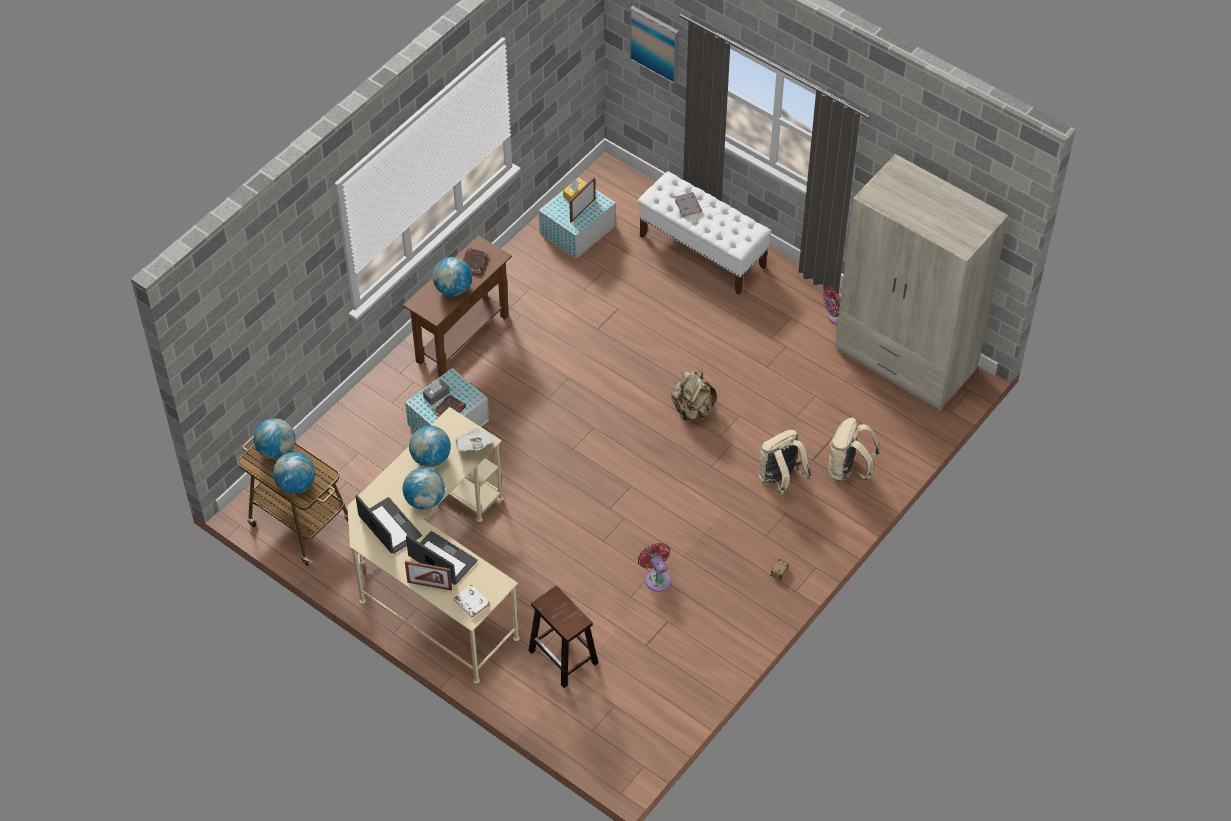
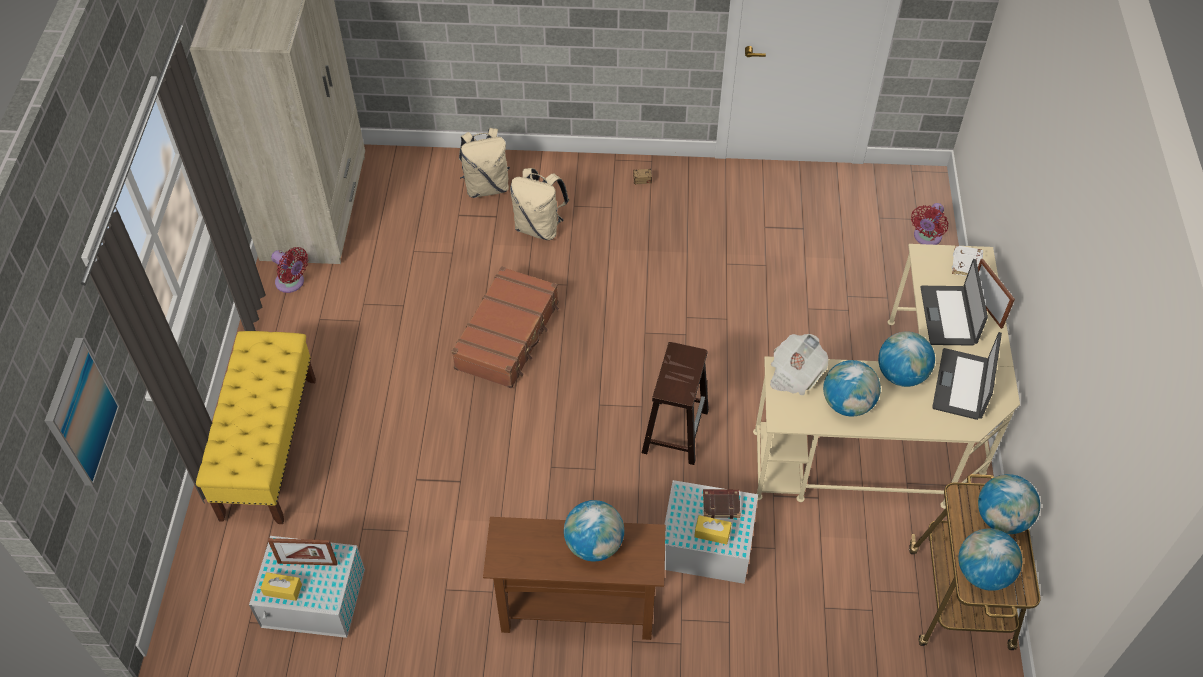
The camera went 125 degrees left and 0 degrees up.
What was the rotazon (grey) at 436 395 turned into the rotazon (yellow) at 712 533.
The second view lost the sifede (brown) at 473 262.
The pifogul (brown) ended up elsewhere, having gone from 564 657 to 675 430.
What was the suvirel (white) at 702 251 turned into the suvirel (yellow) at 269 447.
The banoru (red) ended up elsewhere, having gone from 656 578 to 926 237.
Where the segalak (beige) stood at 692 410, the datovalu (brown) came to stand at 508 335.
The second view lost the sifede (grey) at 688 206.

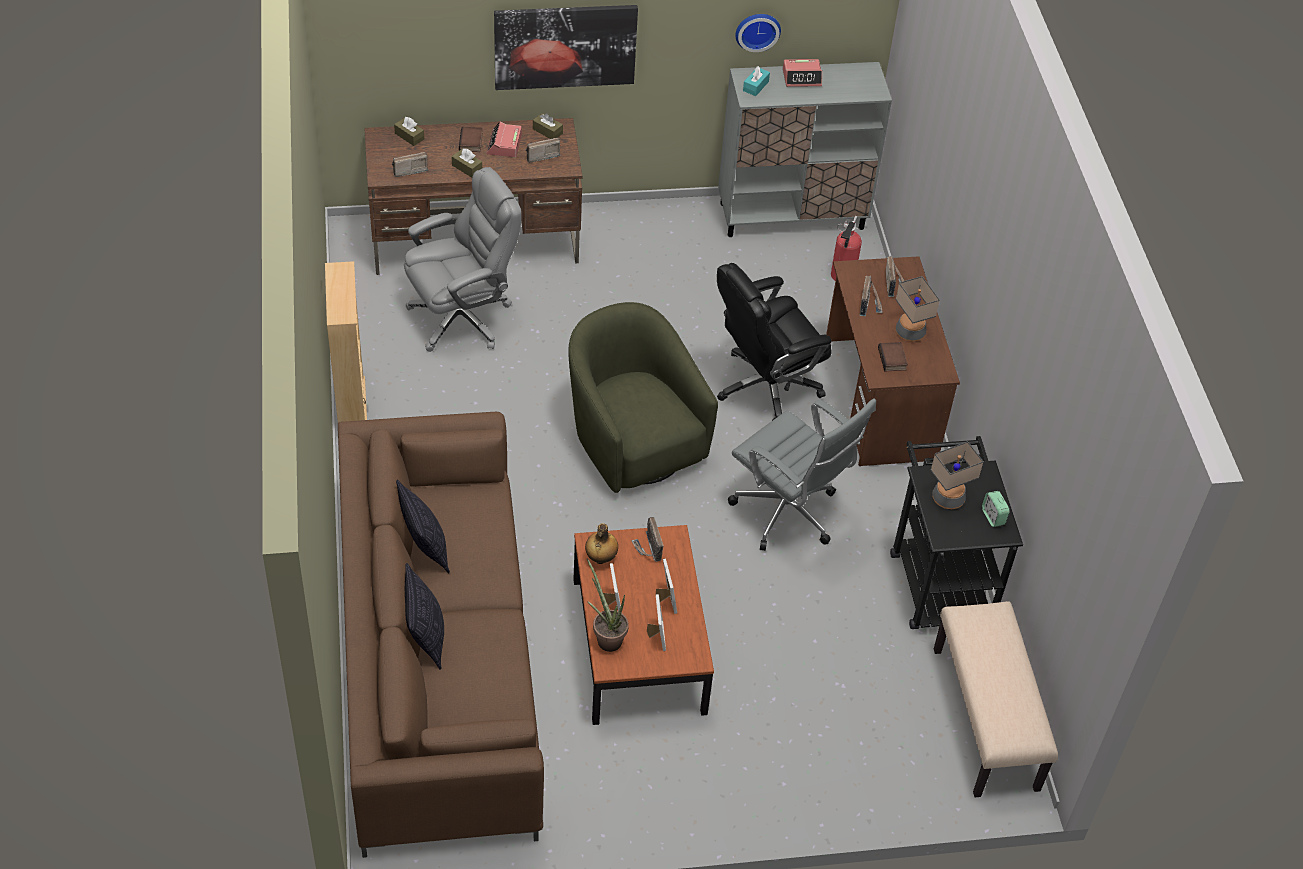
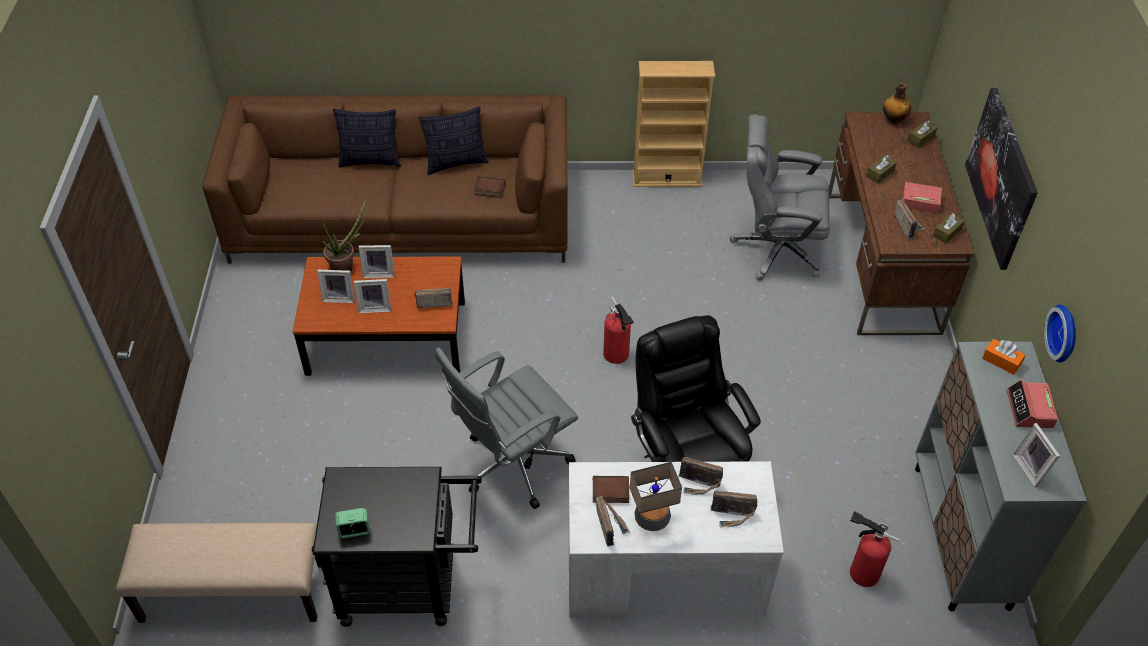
The camera went 100 degrees right and 0 degrees up.
The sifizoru ended up elsewhere, having gone from 408 170 to 610 525.
The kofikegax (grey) at 462 317 ended up facing another way, 120 degrees clockwise from before.
The sifede ended up elsewhere, having gone from 471 142 to 489 190.
Where the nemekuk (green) stood at 633 441, the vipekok came to stand at 617 356.
The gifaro ended up elsewhere, having gone from 600 558 to 893 119.
What was the rotazon (turquoise) at 755 86 turned into the rotazon (orange) at 1001 361.
What was the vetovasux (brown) at 879 399 turned into the vetovasux (white) at 664 576.
The second view lost the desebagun at 948 498.
The second view gained the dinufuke at 1031 468.

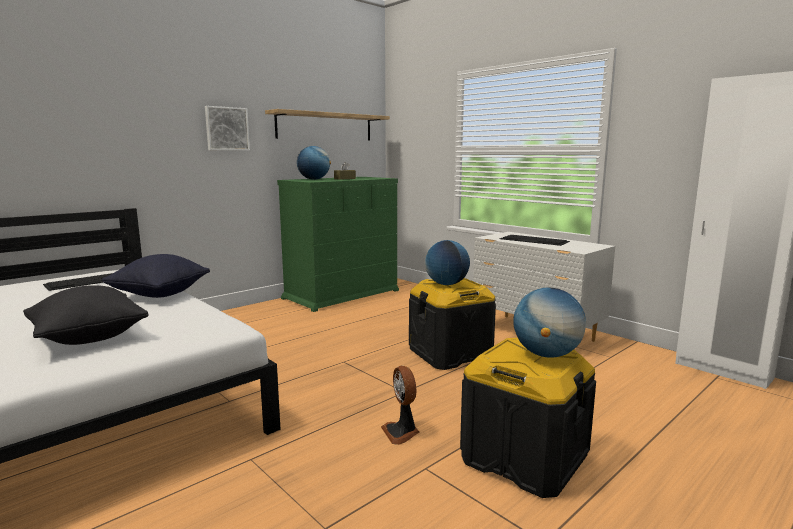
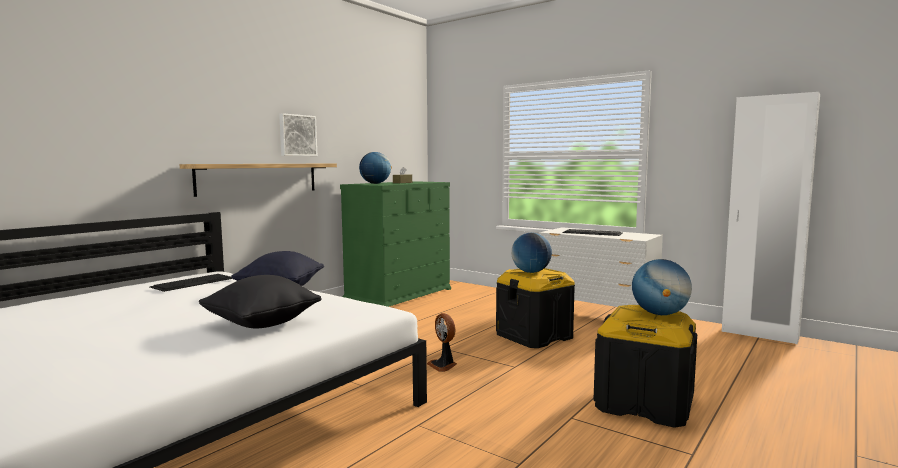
The camera went 10 degrees left and 5 degrees down.
The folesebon ended up elsewhere, having gone from 325 126 to 259 178.
The banoru ended up elsewhere, having gone from 401 432 to 443 365.

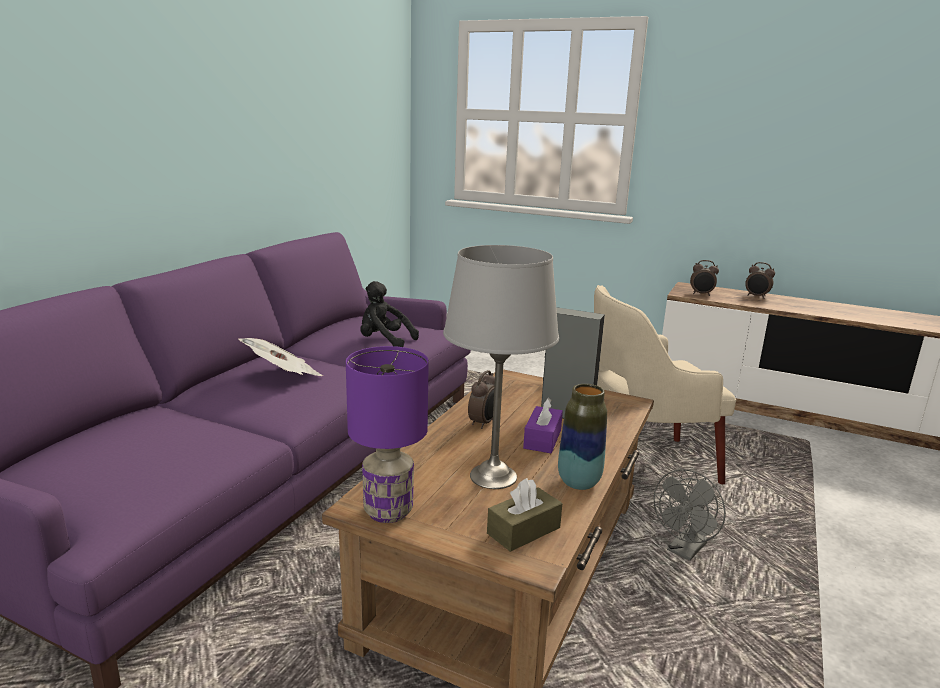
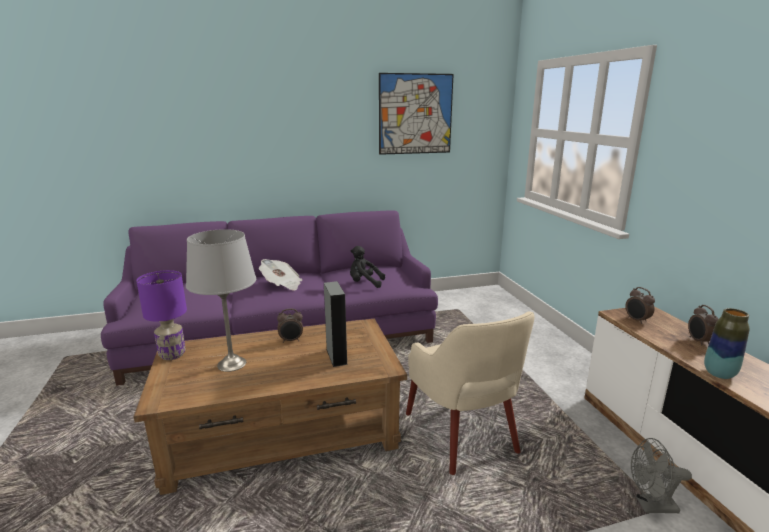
The camera went 50 degrees right and 0 degrees up.
The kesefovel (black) at 384 341 ended up facing another way, 60 degrees counterclockwise from before.
The second view lost the rotazon (brown) at 523 530.
The second view lost the rotazon (purple) at 542 439.
The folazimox ended up elsewhere, having gone from 578 482 to 719 374.
The nemekuk (beige) at 643 465 ended up facing another way, 150 degrees counterclockwise from before.
The banoru (grey) ended up elsewhere, having gone from 684 551 to 651 506.
The second view gained the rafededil at 415 114.

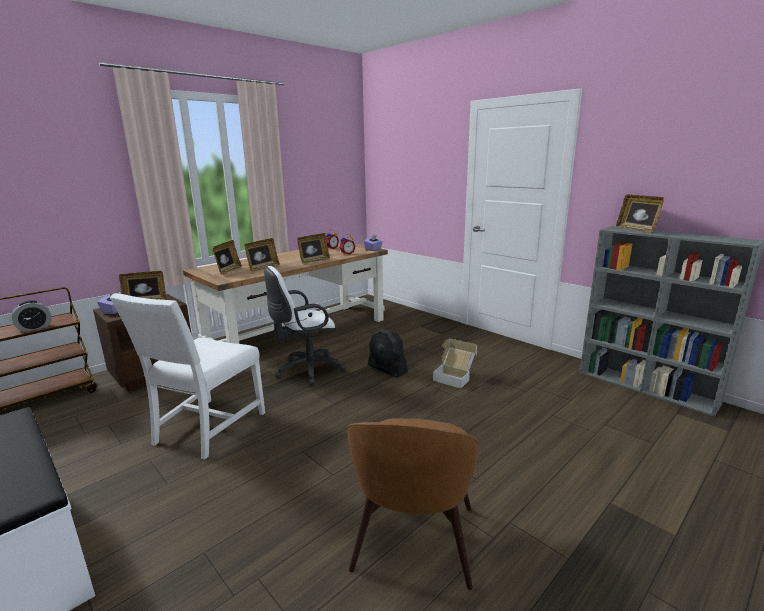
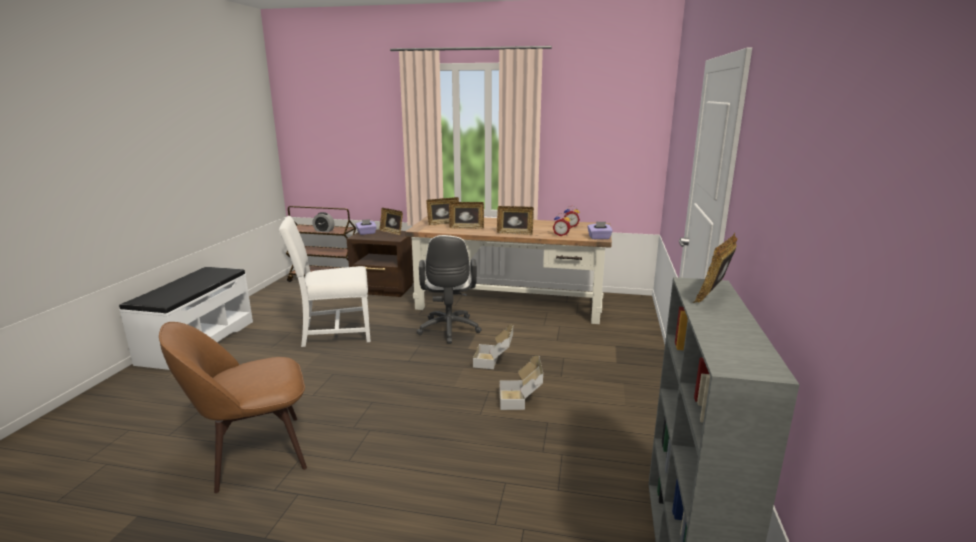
The camera went 55 degrees right and 0 degrees up.
The kofikegax (white) at 306 370 ended up facing another way, 120 degrees counterclockwise from before.
Where the banoru (black) stood at 387 369, the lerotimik came to stand at 494 361.

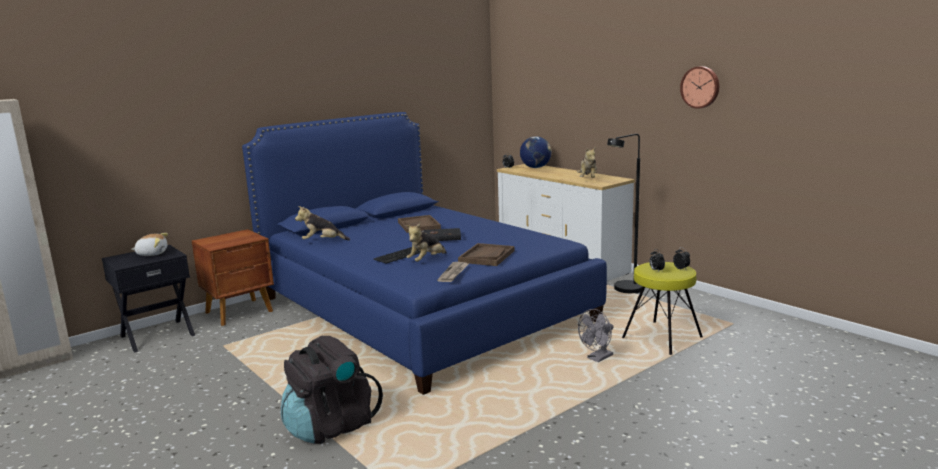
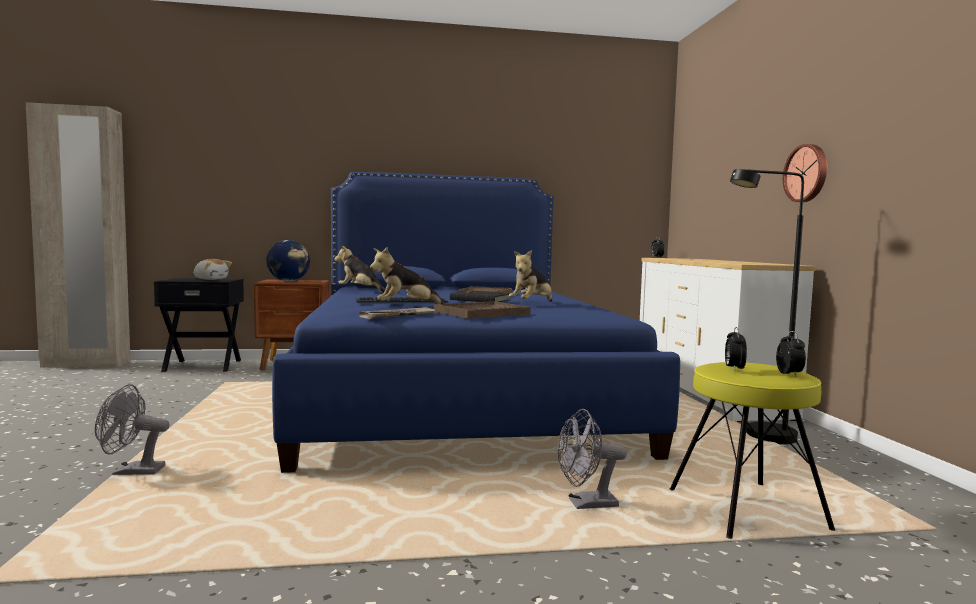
The camera went 30 degrees right and 10 degrees down.
Where the segalak (black) stood at 330 426, the banoru (grey) came to stand at 131 472.
The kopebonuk ended up elsewhere, having gone from 535 167 to 288 281.
The kesefovel ended up elsewhere, having gone from 588 179 to 532 304.
The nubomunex ended up elsewhere, having gone from 700 87 to 807 173.

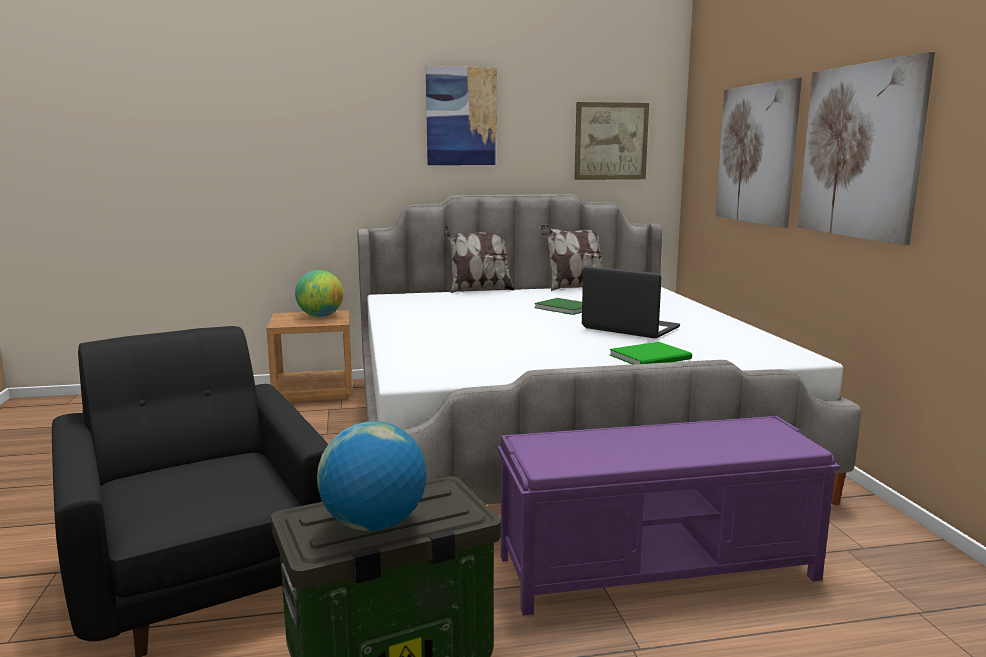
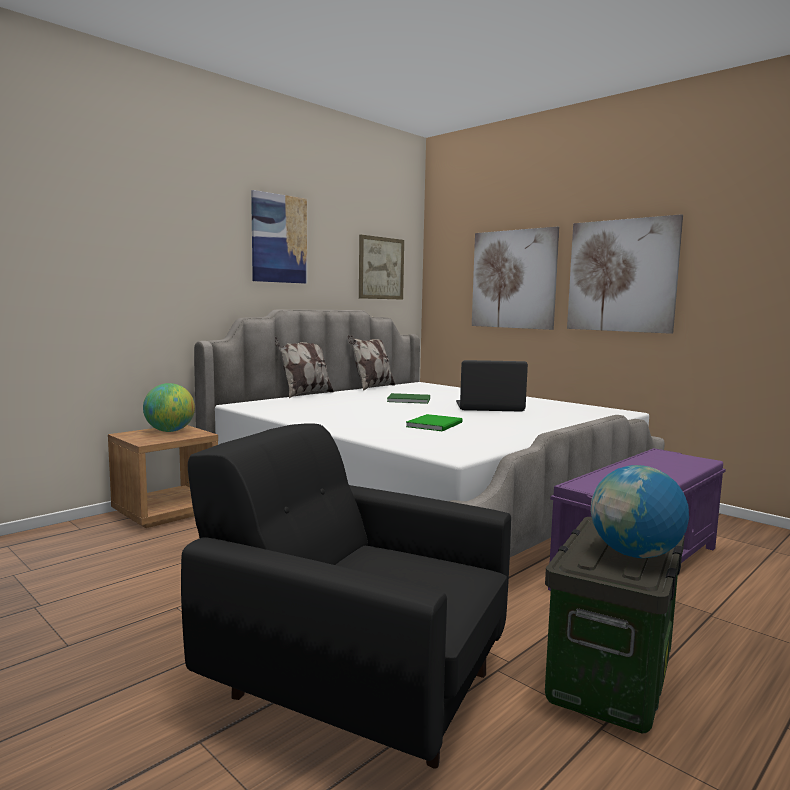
The camera went 35 degrees left and 5 degrees down.
The sifede (green) ended up elsewhere, having gone from 653 357 to 436 424.

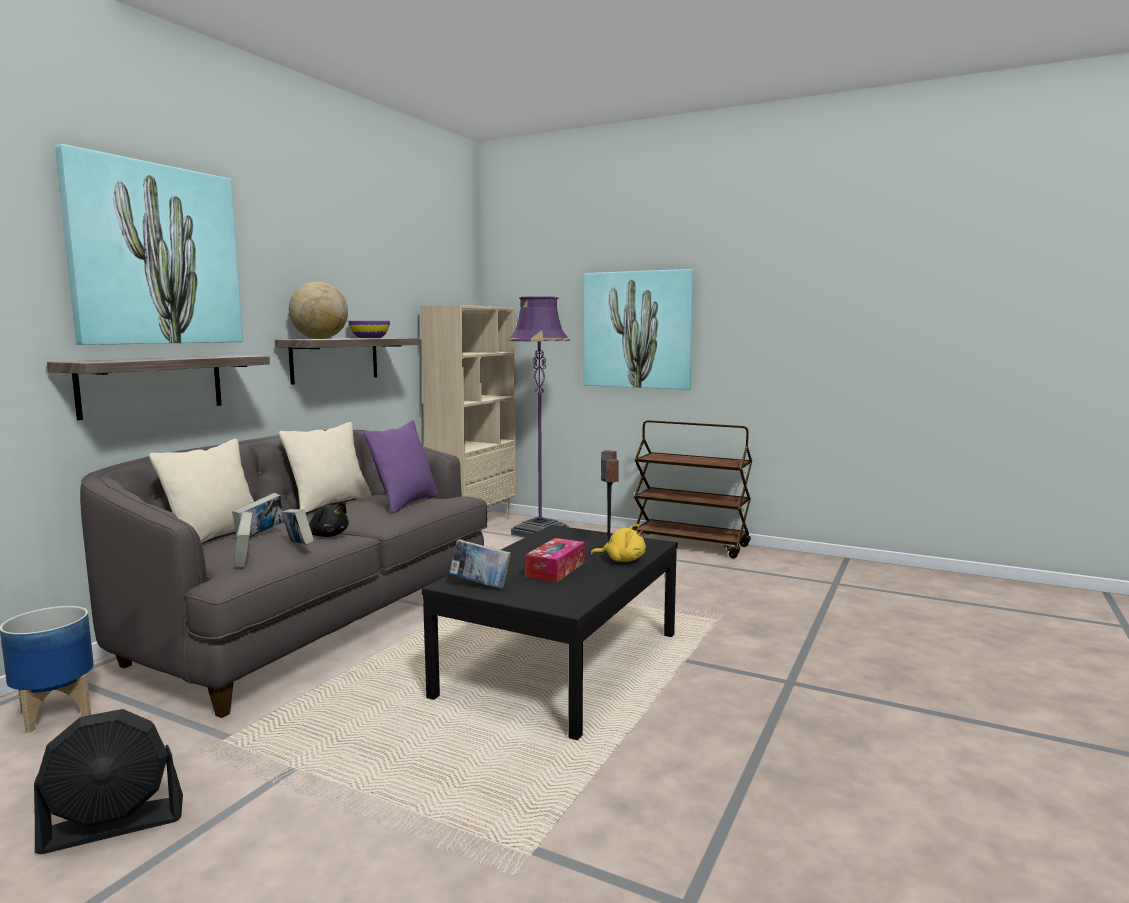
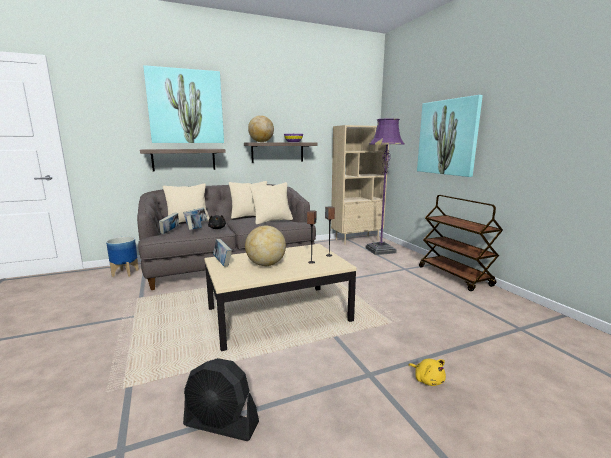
The camera went 40 degrees right and 5 degrees up.
The banoru (black) ended up elsewhere, having gone from 114 825 to 221 424.
What was the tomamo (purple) at 405 503 turned into the tomamo (beige) at 272 221.
What was the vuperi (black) at 561 663 turned into the vuperi (beige) at 278 314.
Where the rotazon stood at 555 569, the kopebonuk came to stand at 266 264.
The kesefovel (yellow) ended up elsewhere, having gone from 622 560 to 427 380.

